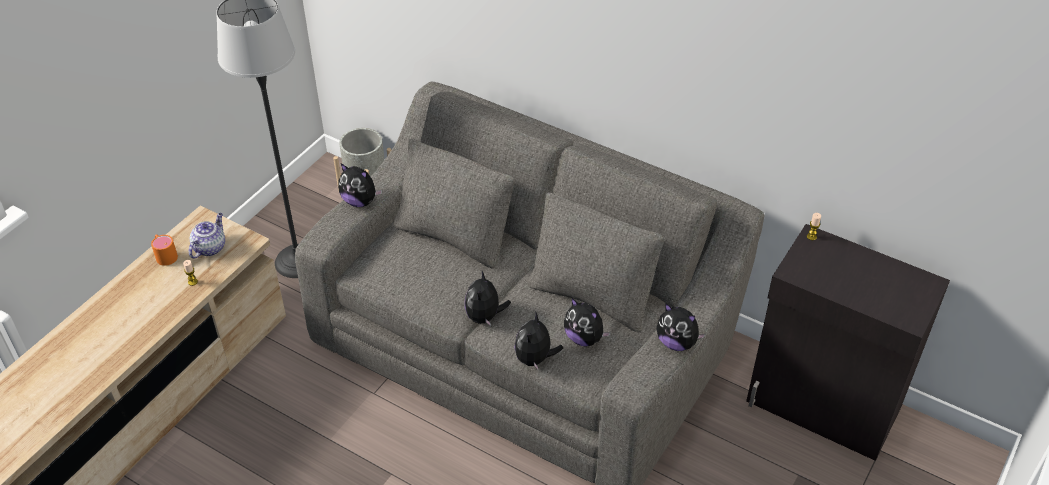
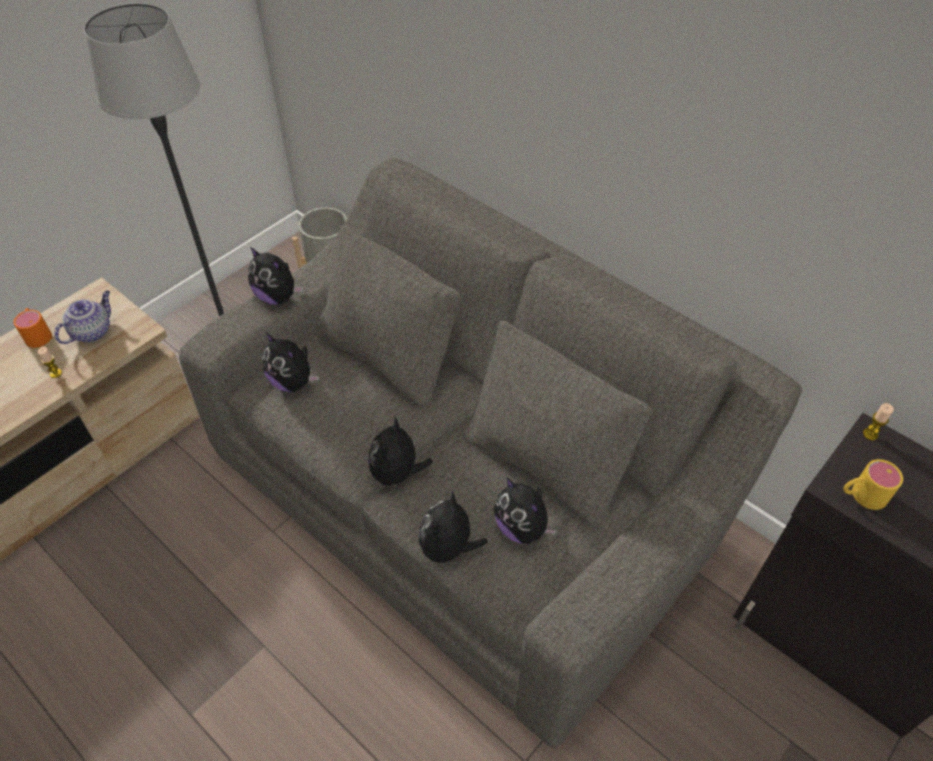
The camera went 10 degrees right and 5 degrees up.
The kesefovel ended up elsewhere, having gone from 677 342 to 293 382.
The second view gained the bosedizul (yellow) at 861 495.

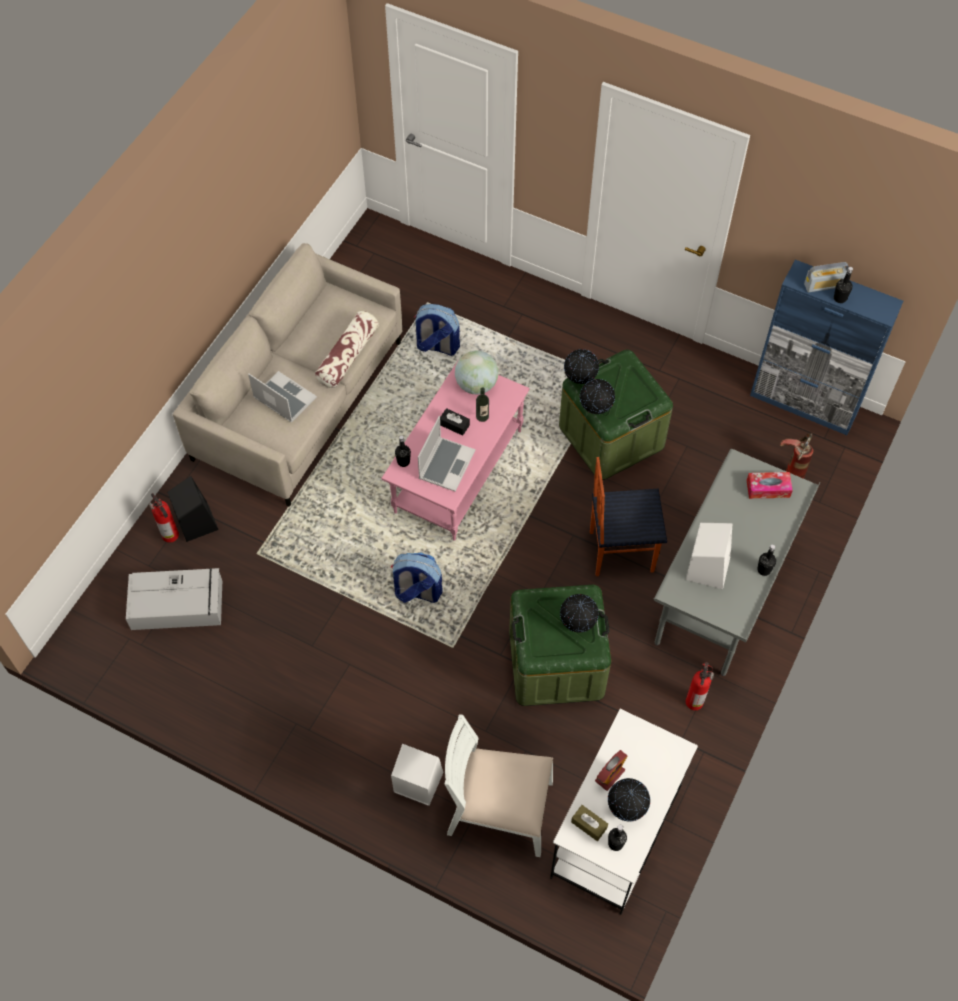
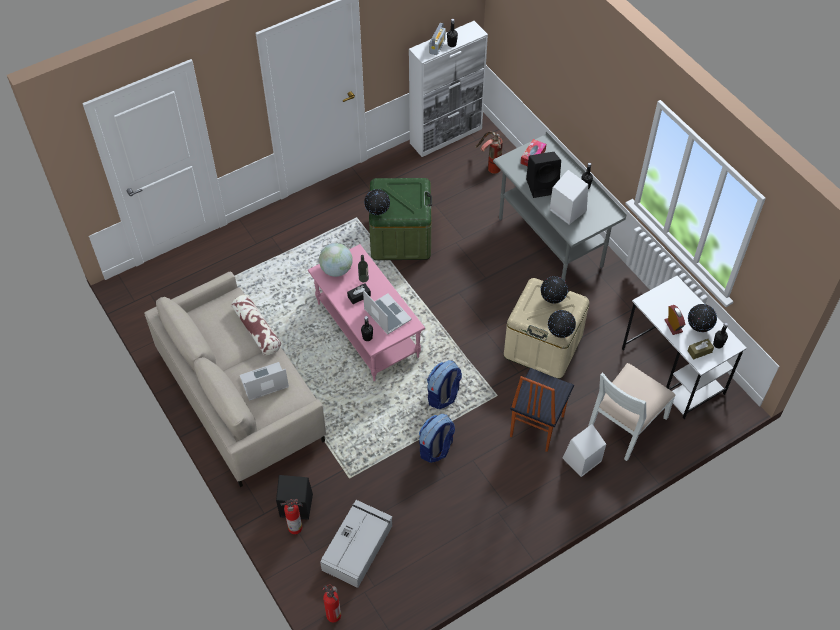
The camera went 60 degrees left and 5 degrees down.
The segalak ended up elsewhere, having gone from 437 346 to 436 449.
What was the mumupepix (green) at 556 663 turned into the mumupepix (beige) at 543 345.
The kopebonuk ended up elsewhere, having gone from 595 409 to 560 334.
The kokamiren ended up elsewhere, having gone from 620 550 to 535 426.
The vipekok ended up elsewhere, having gone from 694 700 to 333 614.
What was the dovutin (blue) at 804 404 turned into the dovutin (white) at 446 136.
The second view gained the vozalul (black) at 543 186.

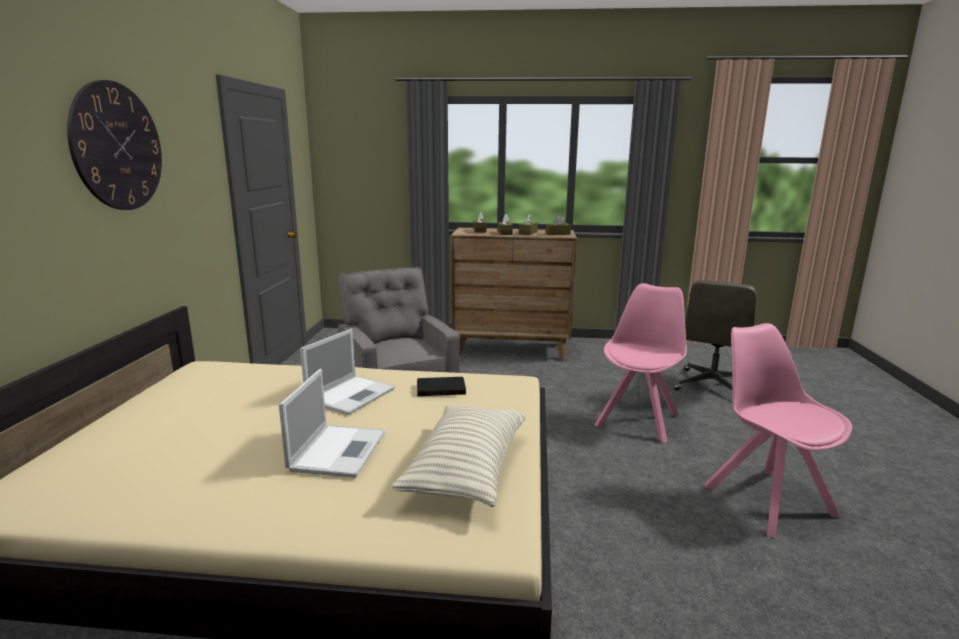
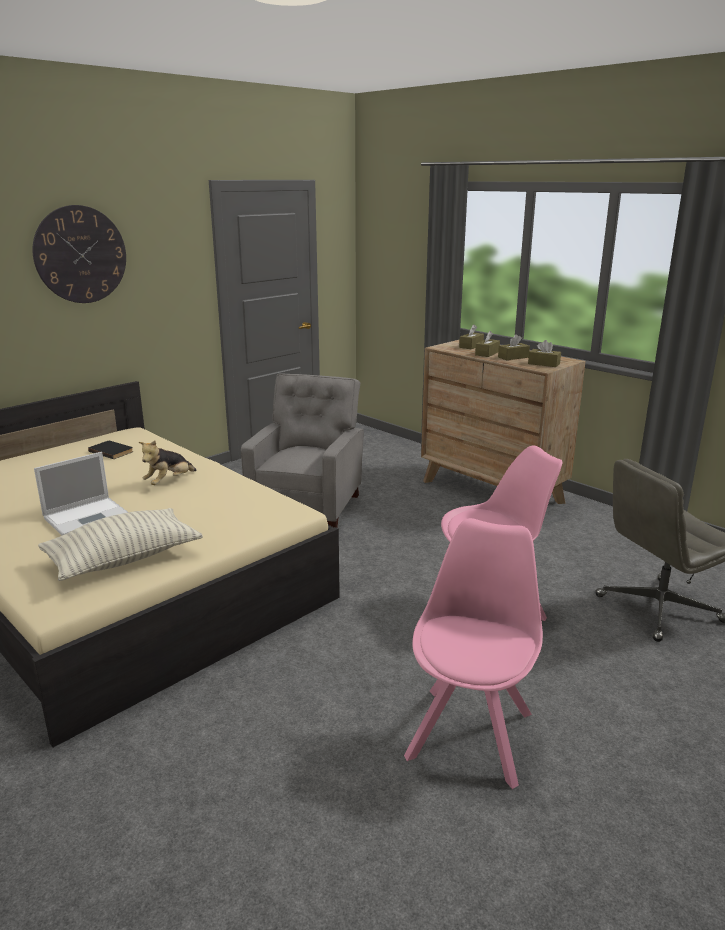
The camera went 40 degrees right and 5 degrees up.
Where the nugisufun stood at 352 394, the kesefovel came to stand at 169 482.
The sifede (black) ended up elsewhere, having gone from 440 388 to 112 451.

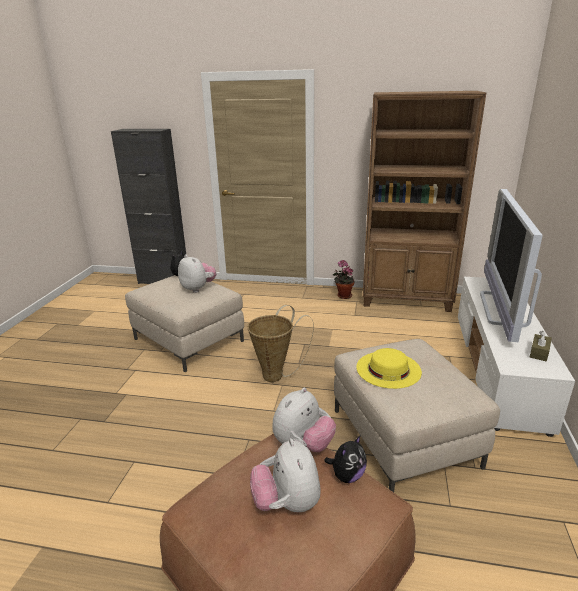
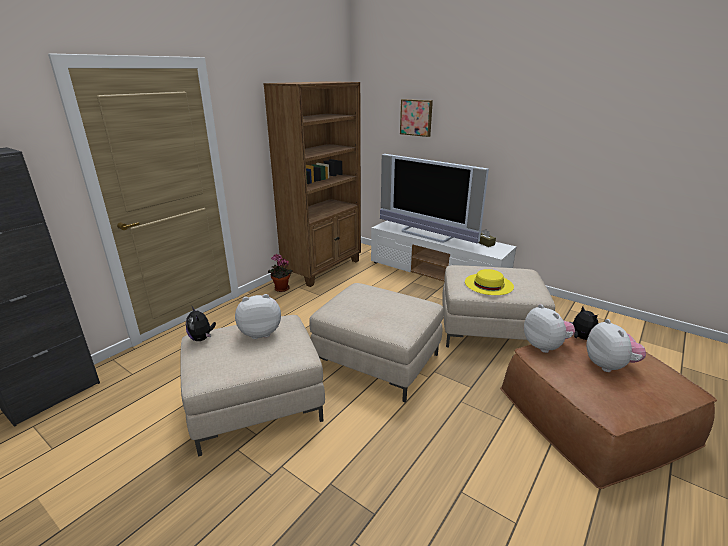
The camera went 65 degrees left and 0 degrees up.
Where the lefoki stood at 277 374, the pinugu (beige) came to stand at 377 360.
The kesefovel at 287 503 ended up facing another way, 105 degrees counterclockwise from before.
The second view gained the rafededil at 416 117.

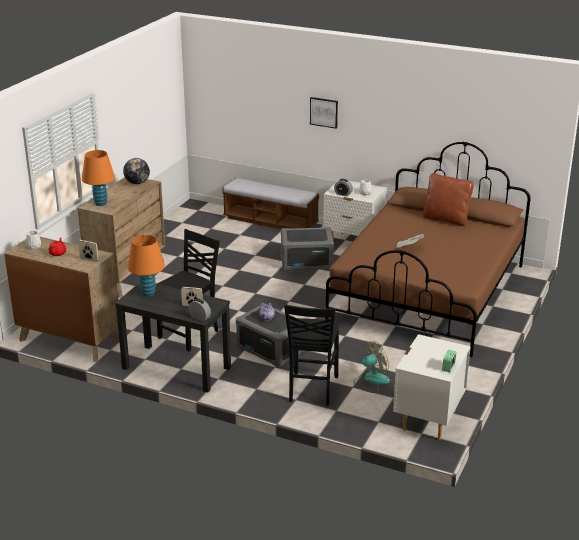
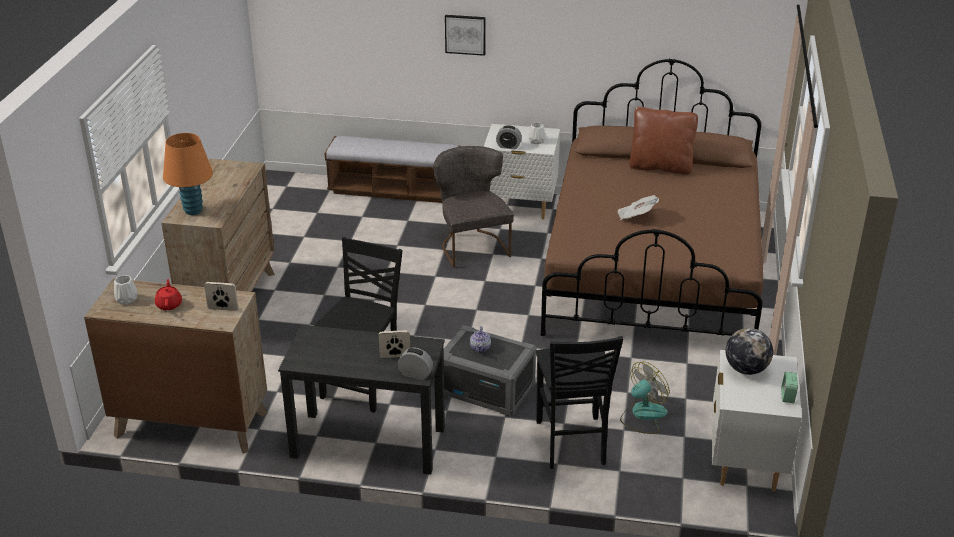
The camera went 15 degrees left and 5 degrees up.
The kopebonuk ended up elsewhere, having gone from 137 183 to 746 369.
The second view lost the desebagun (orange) at 148 293.
Where the mumupepix (grey) stood at 306 262, the kokamiren (grey) came to stand at 472 245.

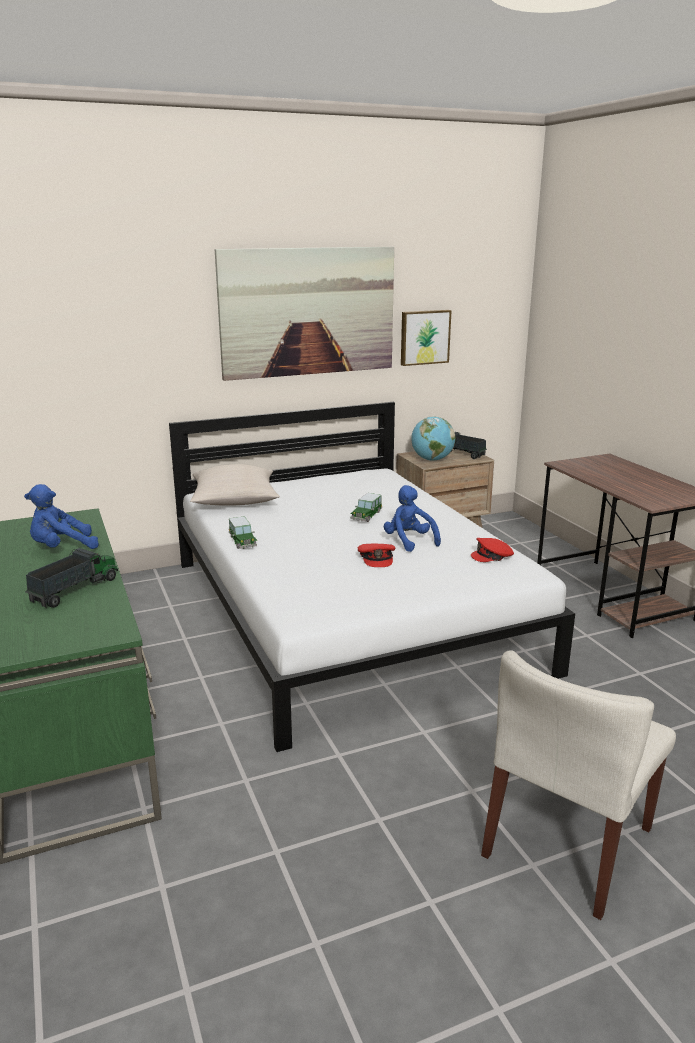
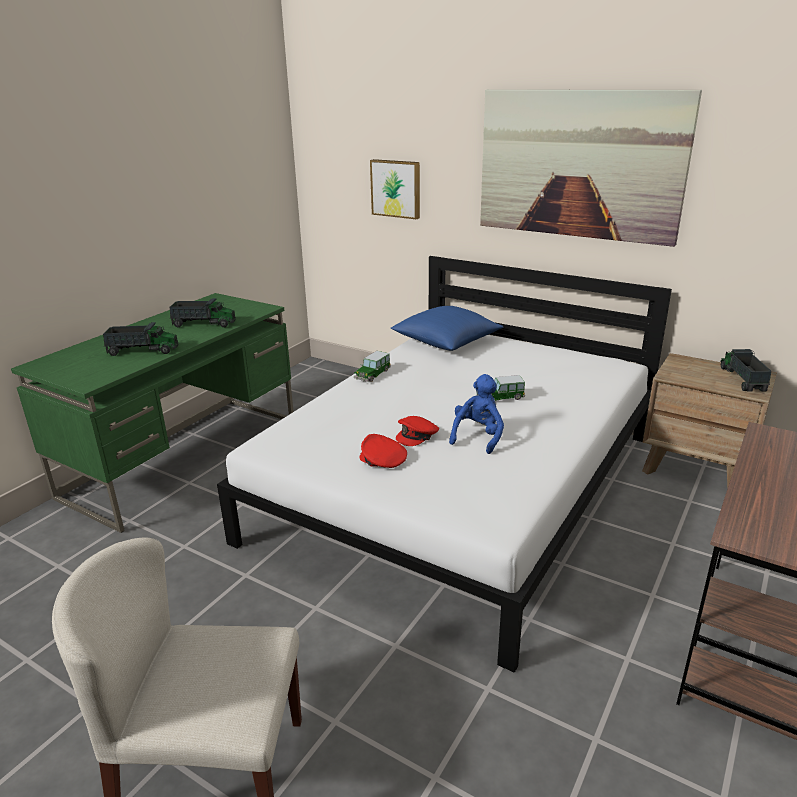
The camera went 55 degrees right and 5 degrees up.
Where the kesefovel (blue) stood at 61 548, the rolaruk came to stand at 204 324.
What was the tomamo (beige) at 234 500 turned into the tomamo (blue) at 446 342.
The rafededil ended up elsewhere, having gone from 424 337 to 396 188.
The second view lost the kopebonuk at 432 460.
The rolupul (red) ended up elsewhere, having gone from 493 556 to 382 460.

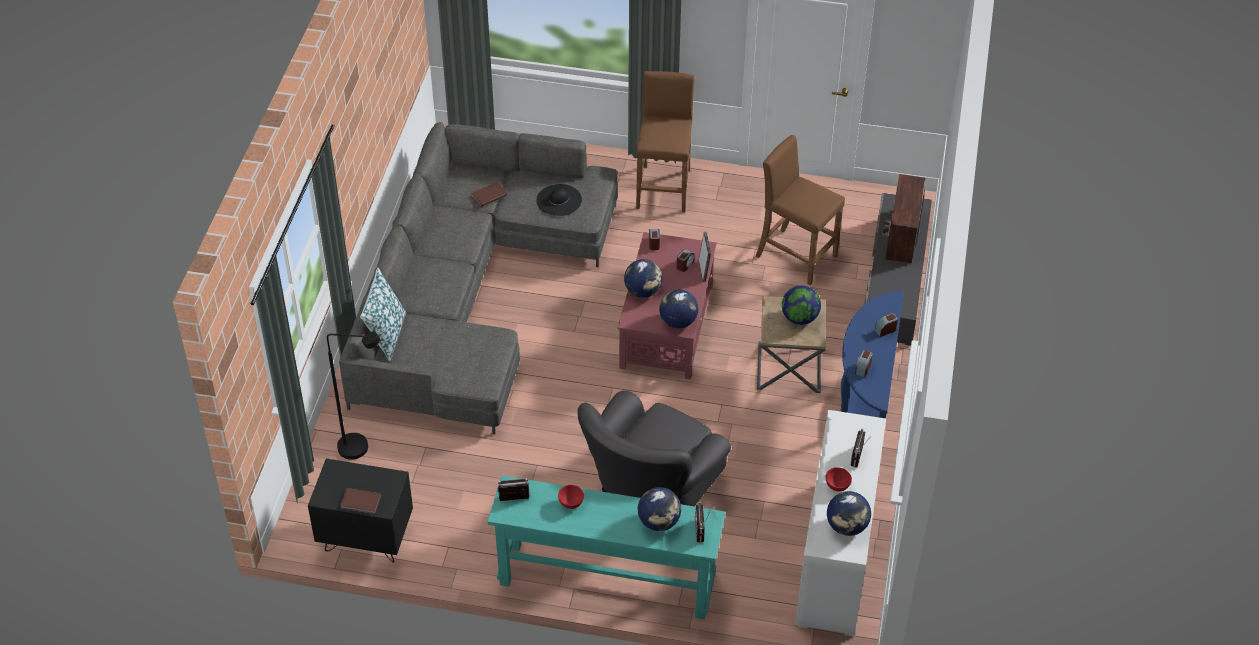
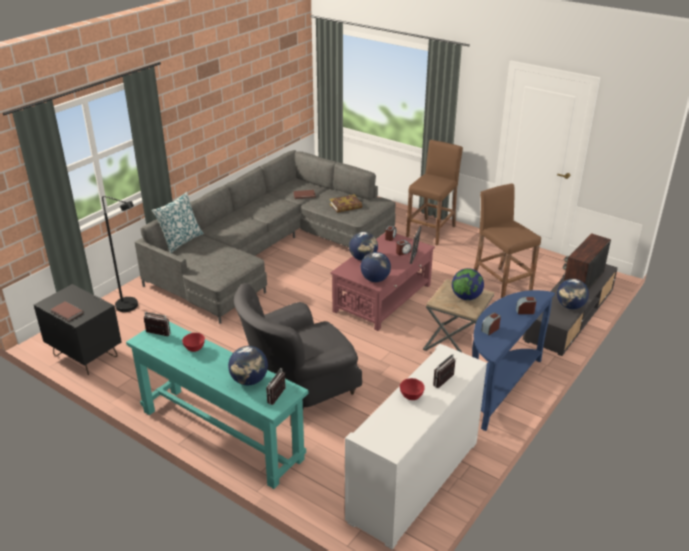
The camera went 25 degrees right and 15 degrees down.
Where the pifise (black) stood at 559 200, the sifede came to stand at 346 206.
The kopebonuk ended up elsewhere, having gone from 847 526 to 570 306.

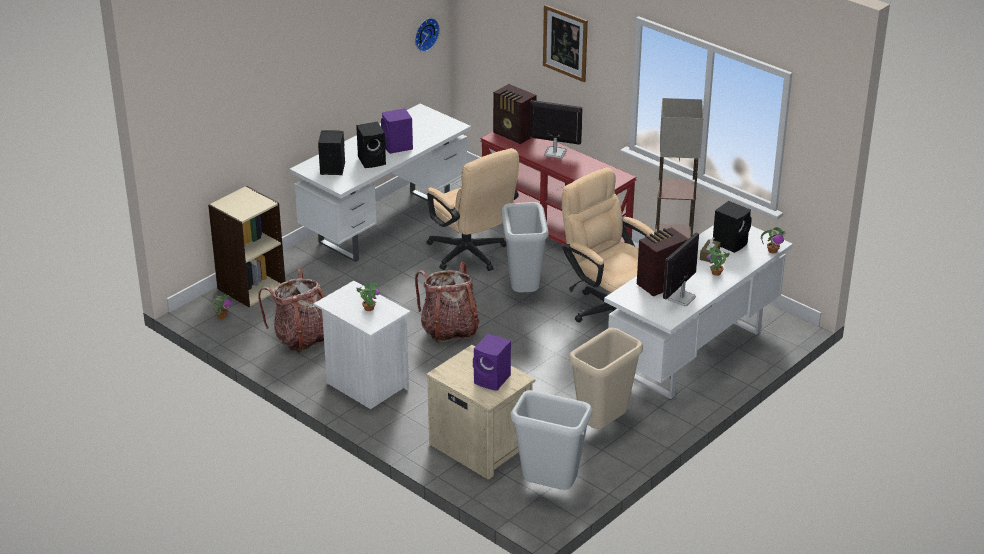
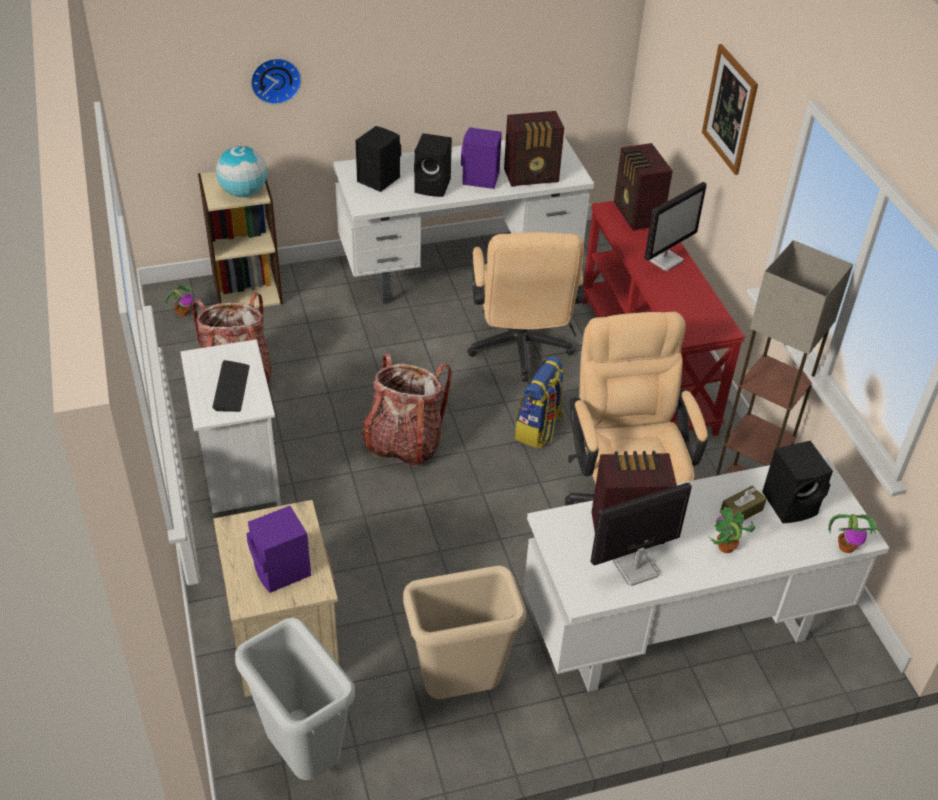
The camera went 30 degrees right and 10 degrees up.
Where the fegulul stood at 368 308, the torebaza came to stand at 231 387.
The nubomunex ended up elsewhere, having gone from 425 34 to 275 79.
Where the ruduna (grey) stood at 524 292, the segalak came to stand at 539 429.
The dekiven at 554 153 ended up facing another way, 90 degrees clockwise from before.
The second view gained the kopebonuk at 244 193.
The second view gained the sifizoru at 532 176.

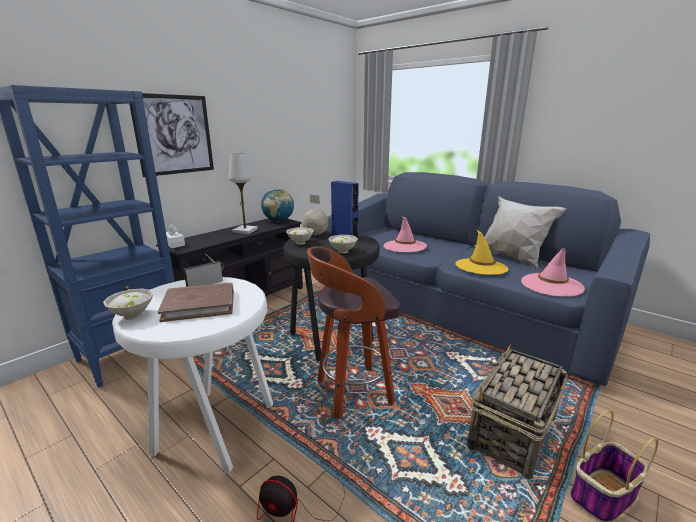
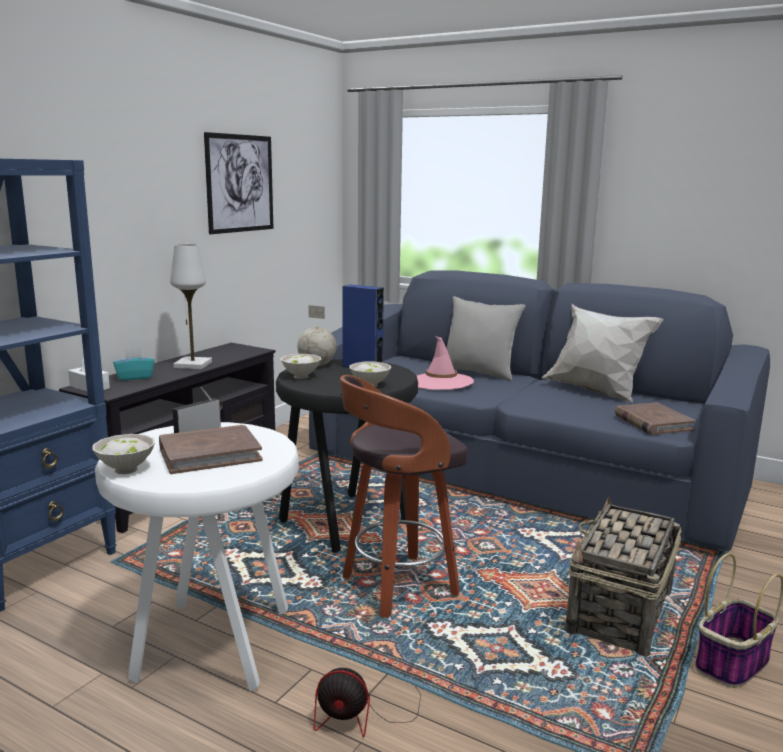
The camera went 10 degrees left and 5 degrees down.
The rafededil ended up elsewhere, having gone from 174 135 to 240 183.
The second view lost the kopebonuk at 278 220.
The second view lost the pifise (yellow) at 481 267.
Where the pifise (pink) stood at 551 285, the sifede (brown) came to stand at 652 422.
The second view gained the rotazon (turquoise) at 134 377.
The second view gained the tomamo (grey) at 479 373.

